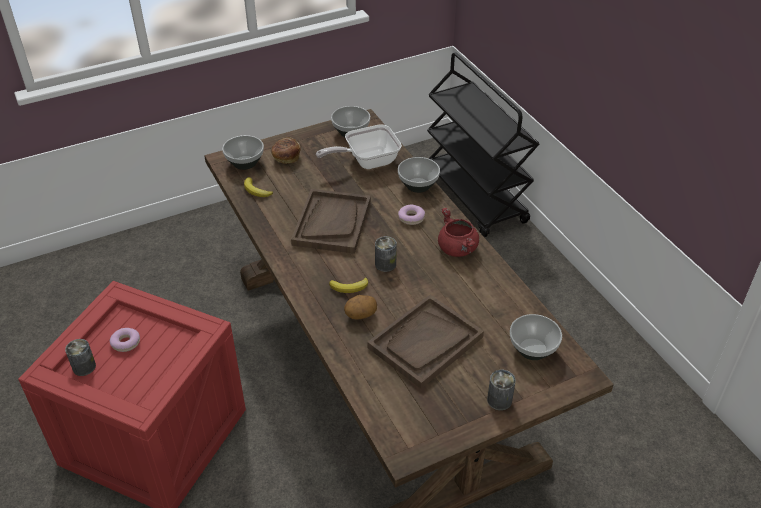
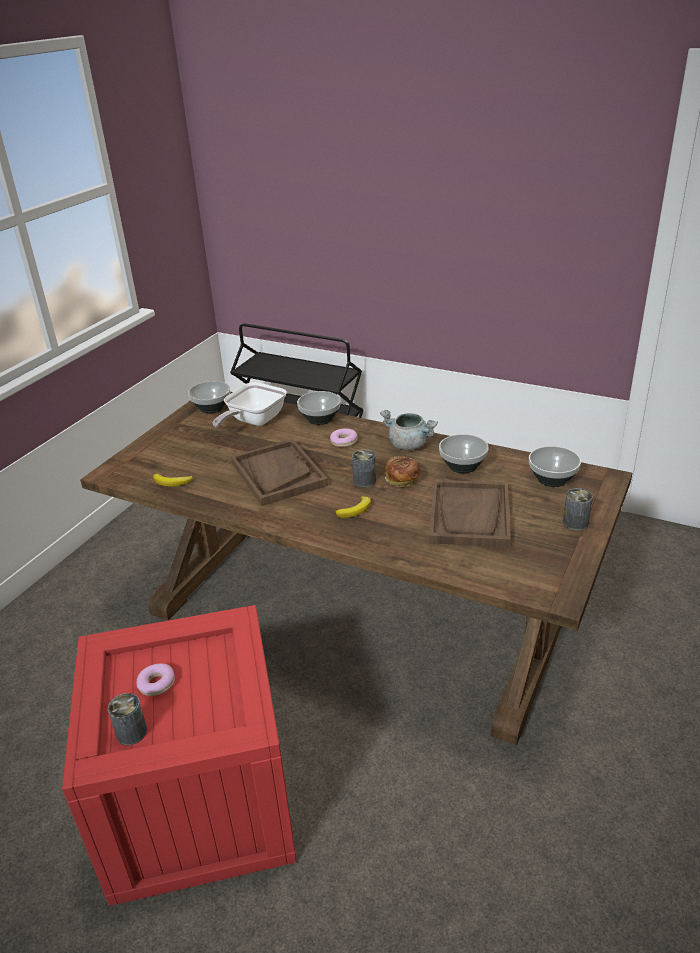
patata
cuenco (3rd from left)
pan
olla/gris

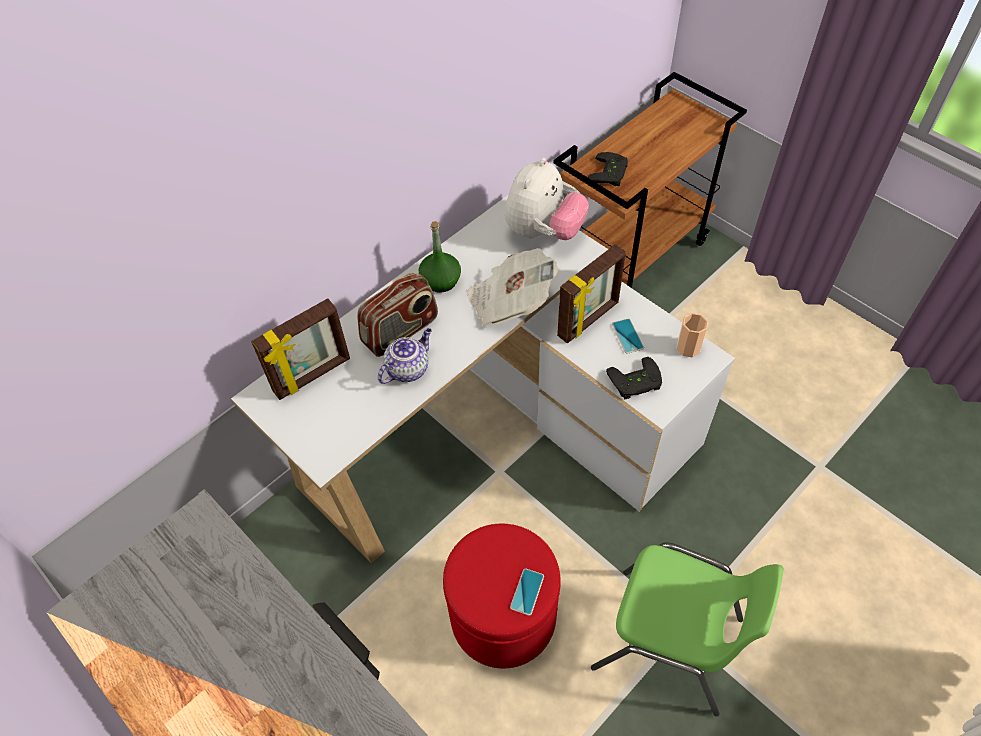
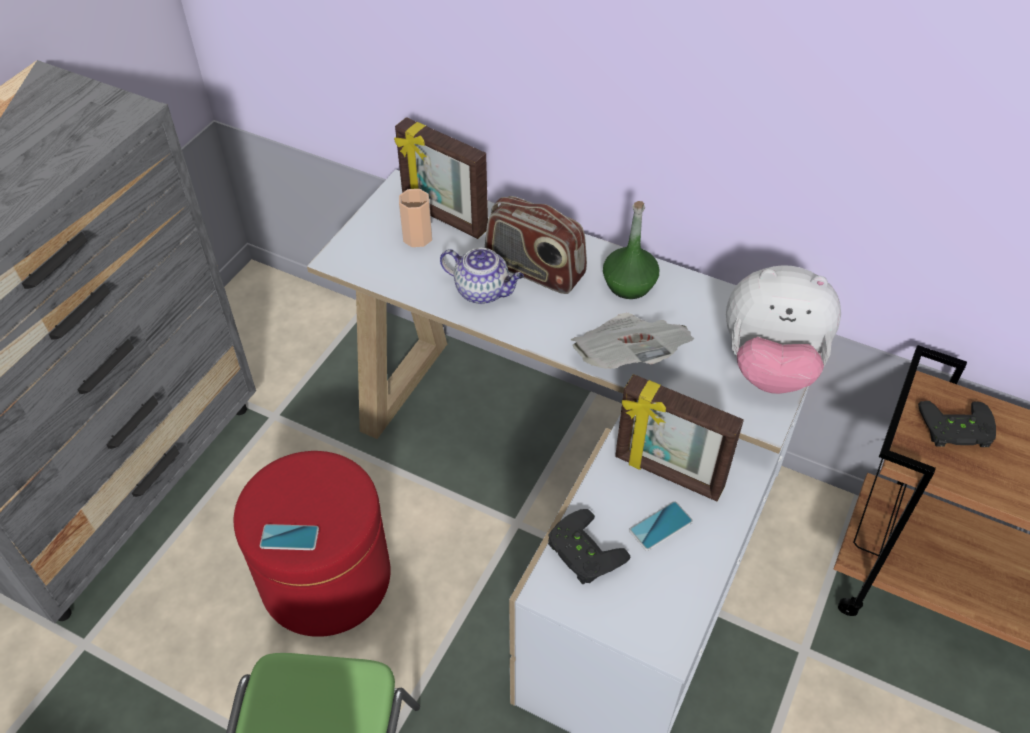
taza

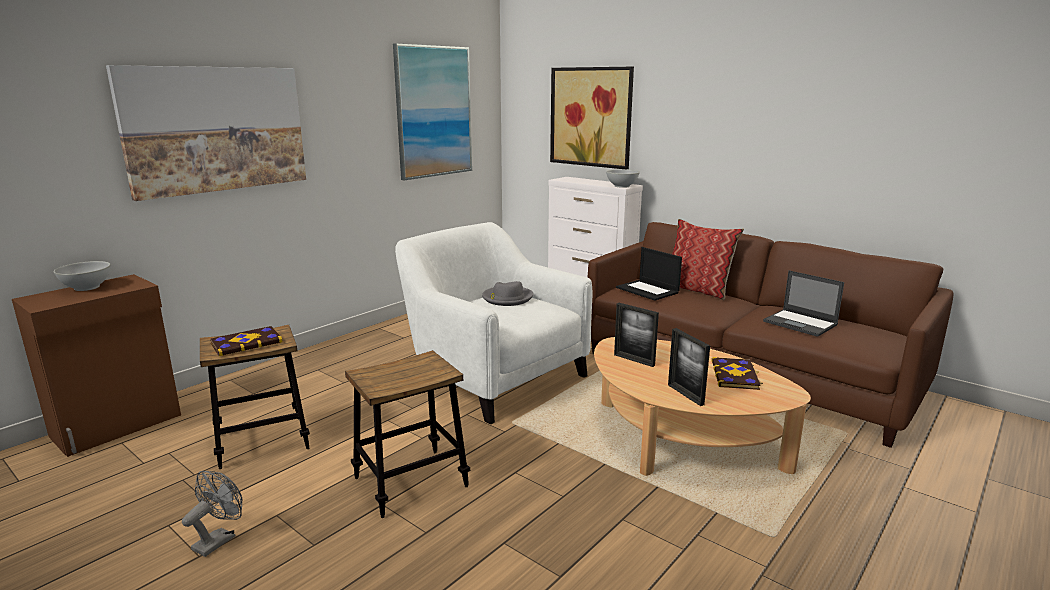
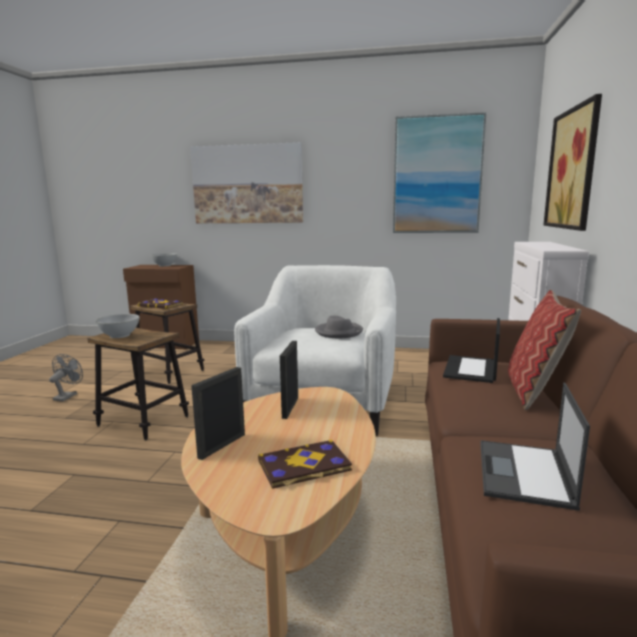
cuenco/blanco (1st from left)
ventilador/gris

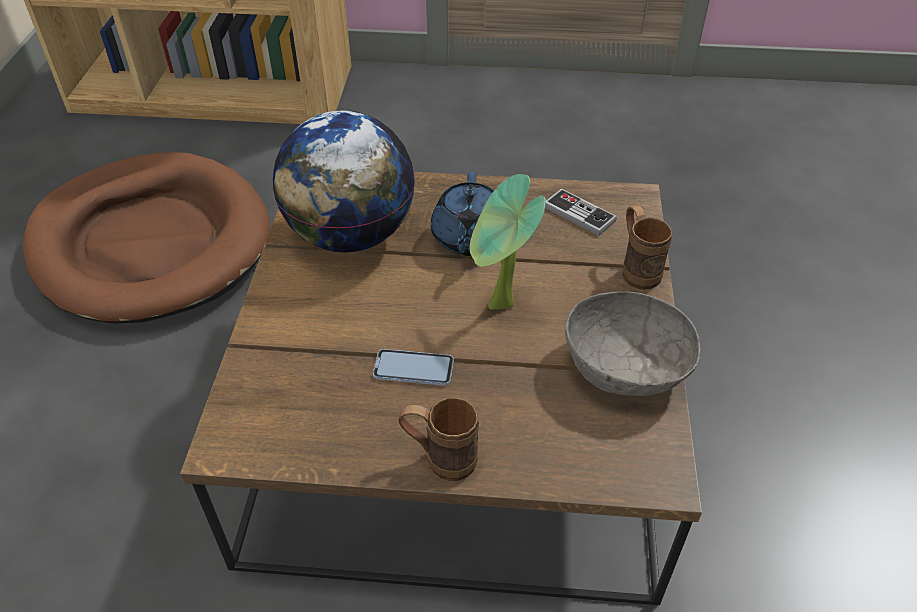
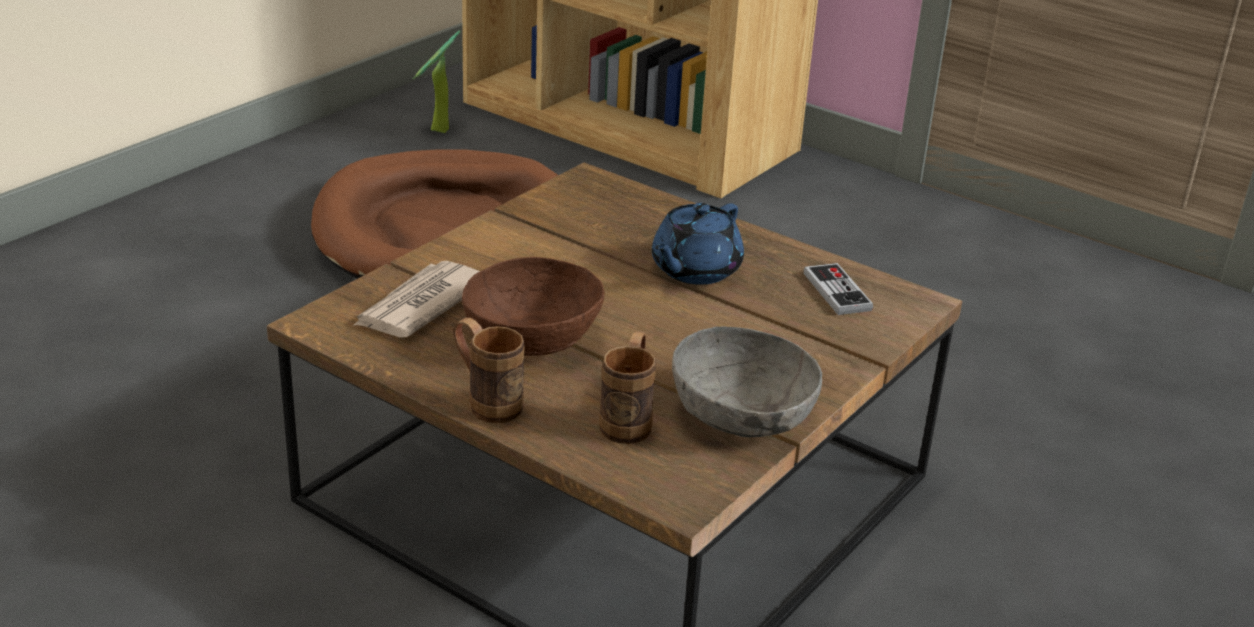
globo terráqueo
periódico
planta en maceta
taza grande/marrón (2nd from left)
cuenco/marrón

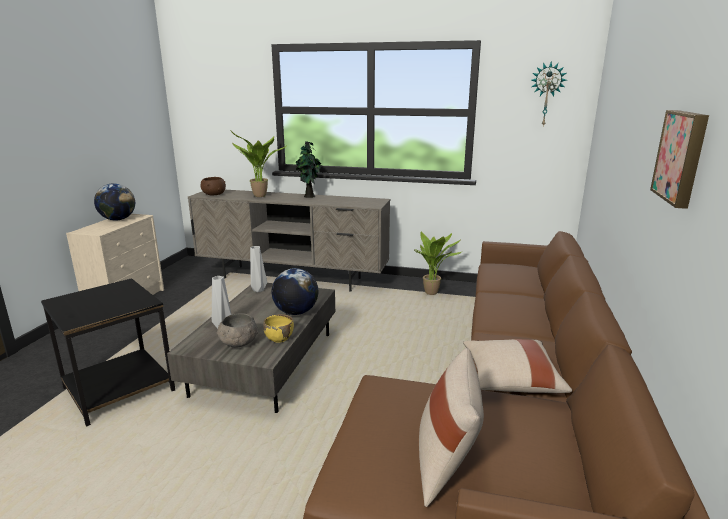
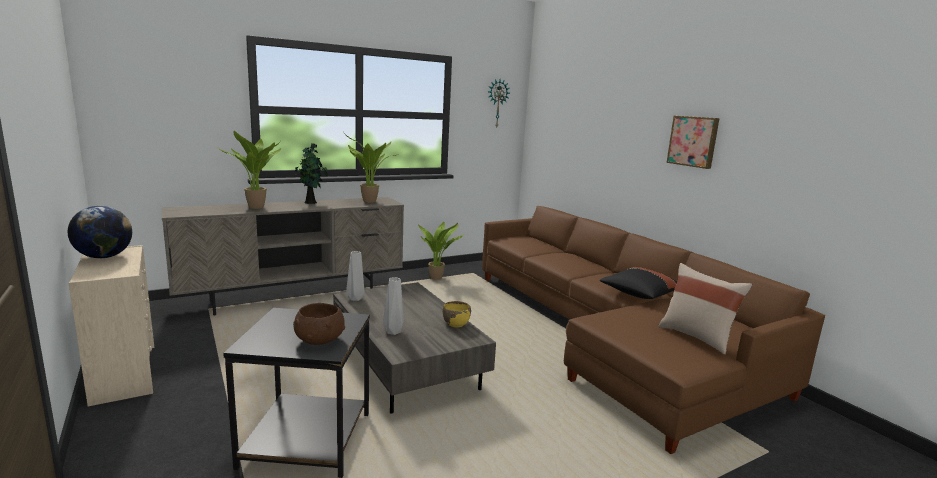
cuenco/gris
globo terráqueo (2nd from left in the first image)
planta en maceta (3rd from left)
cuenco/marrón
cojín/negro

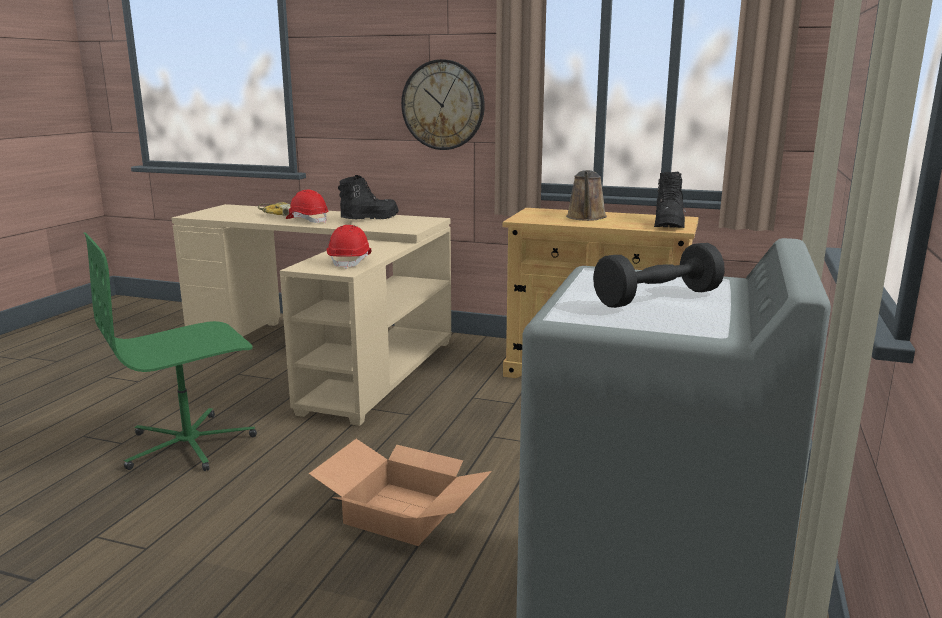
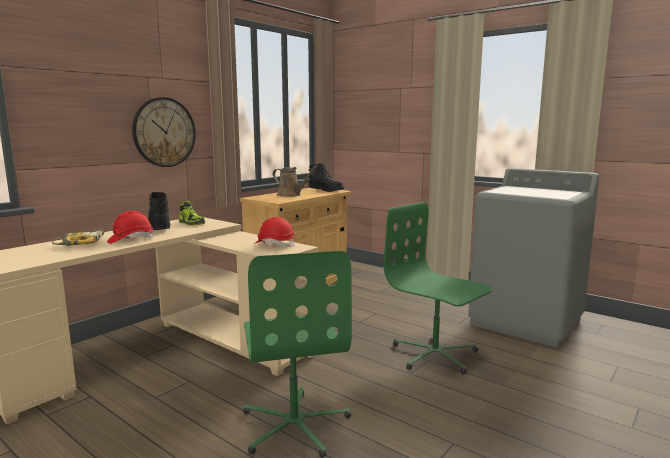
mancuerna/negro
zapato
silla de oficina/verde (2nd from left)

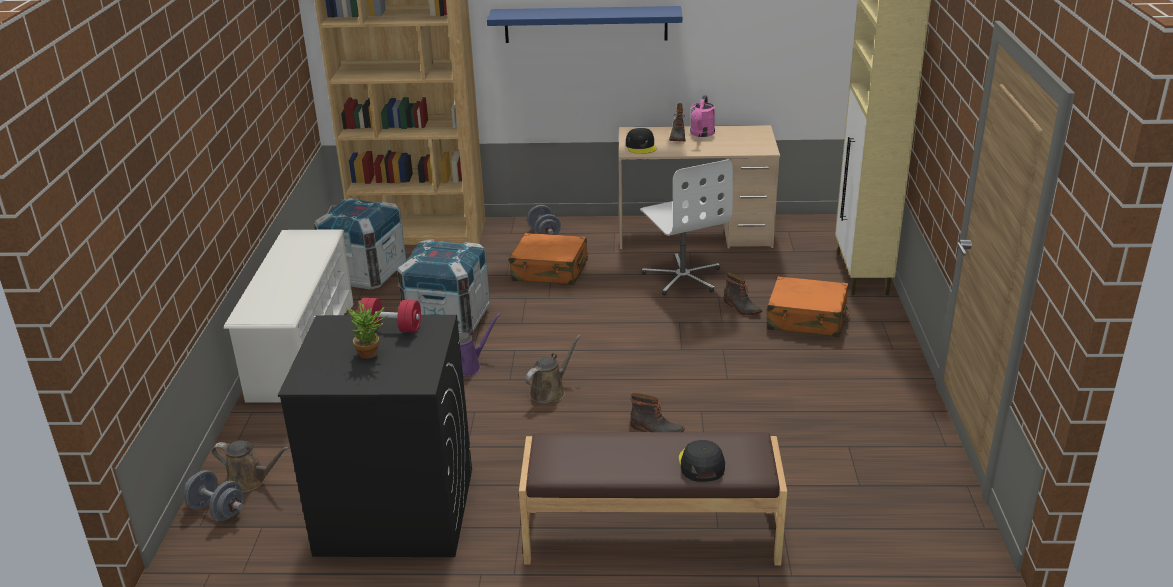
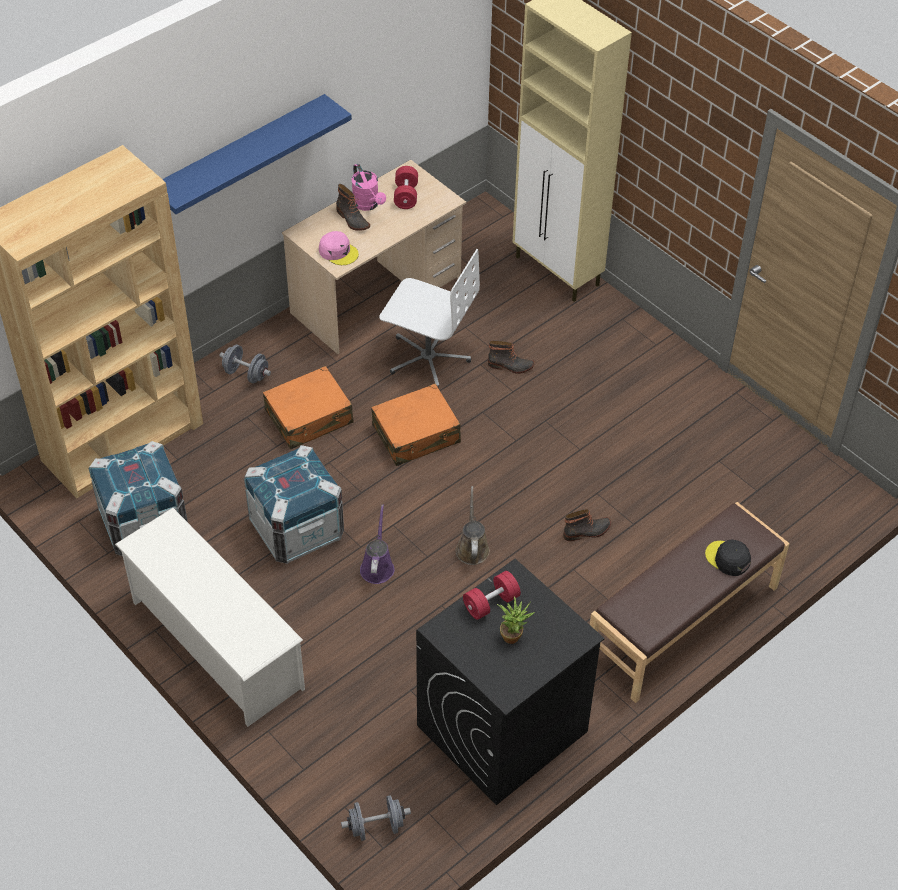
regadera/marrón (1st from left in the first image)
mancuerna/rojo (1st from left)
maleta/naranja (2nd from left)
gorra/rosa

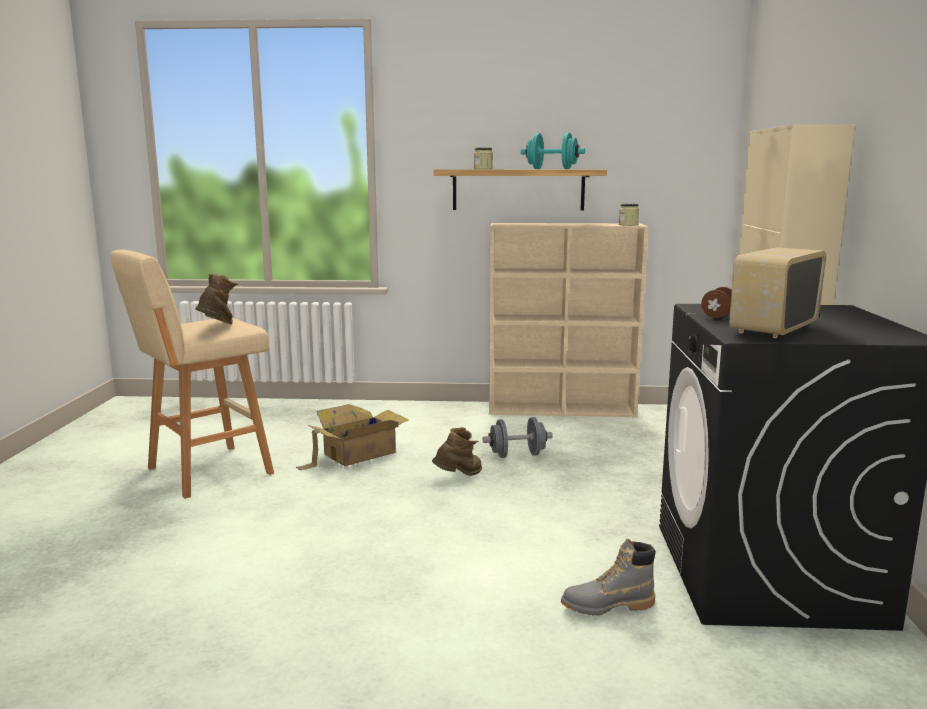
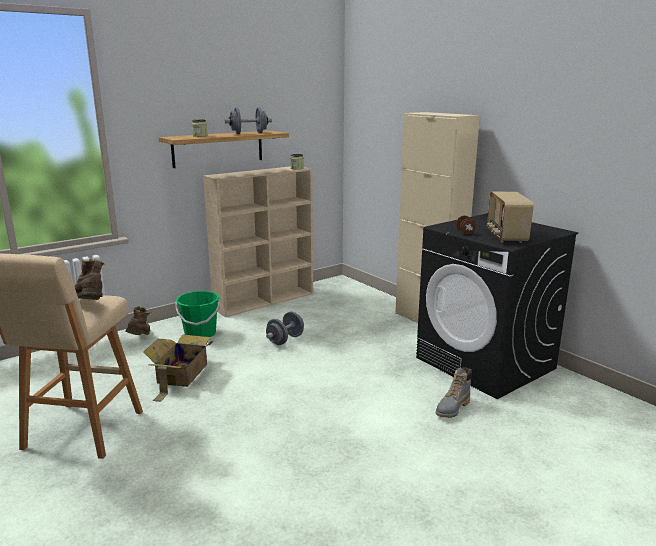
cubo/verde
bota/marrón (2nd from left)
mancuerna/gris (1st from left)

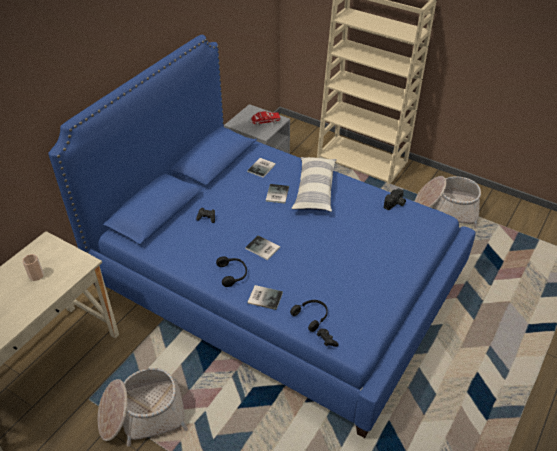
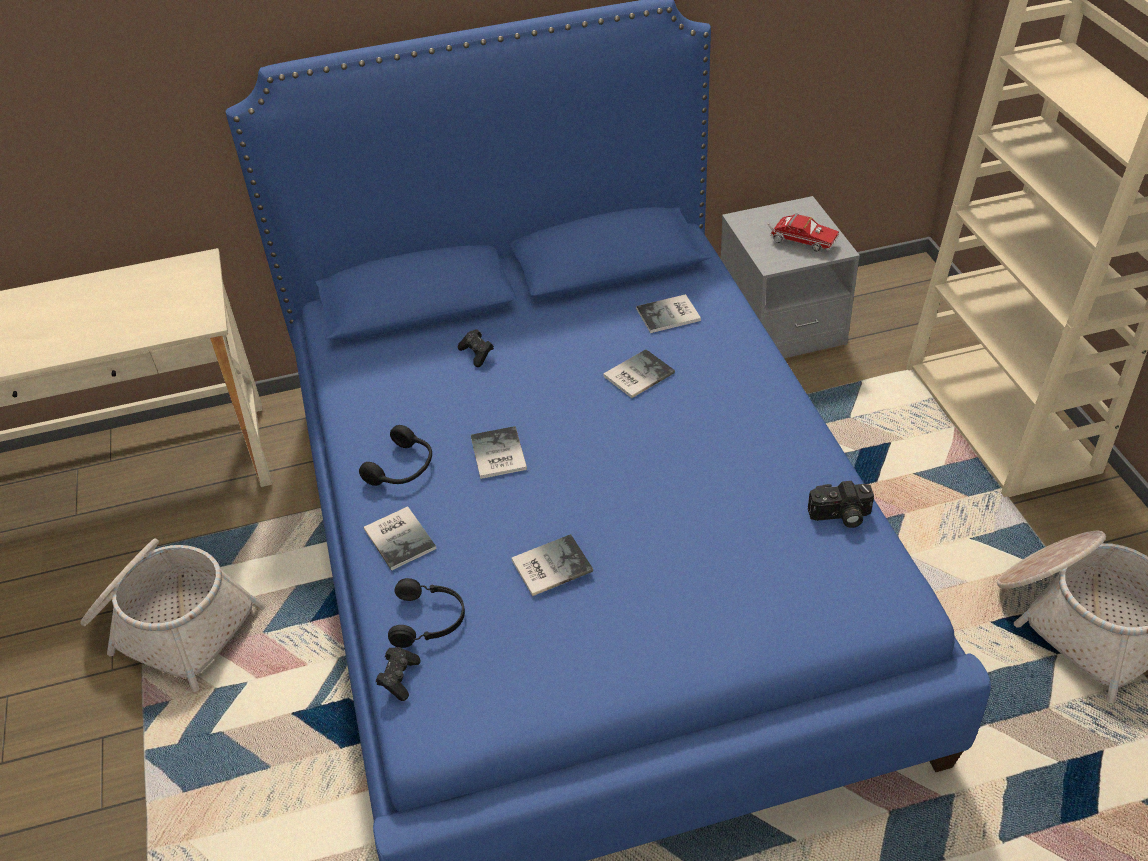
taza
cojín
libro (3rd from left)

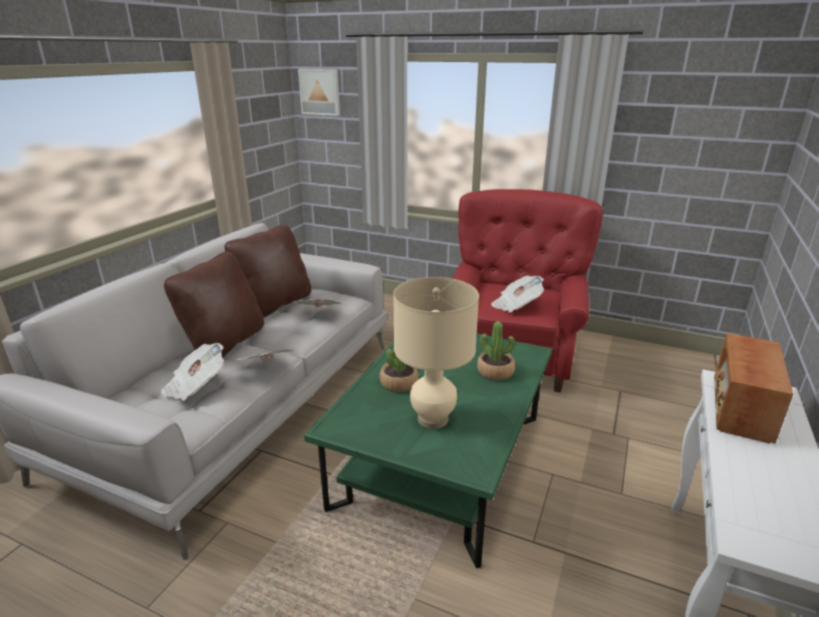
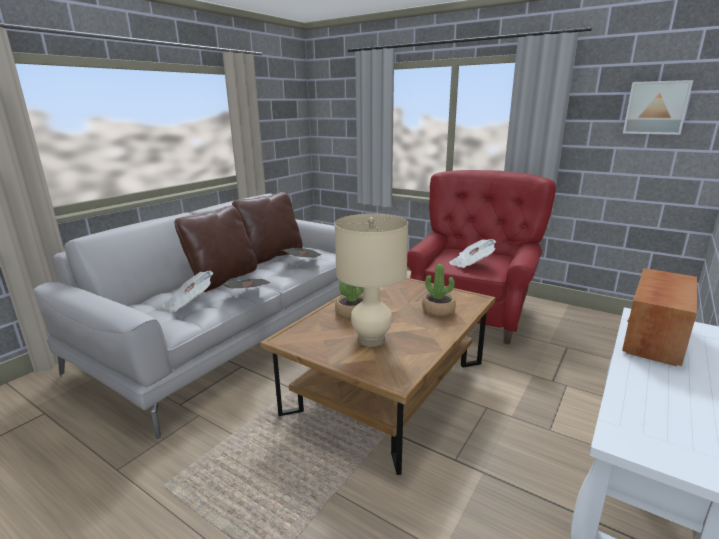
cuadro
mesa de centro/marrón

